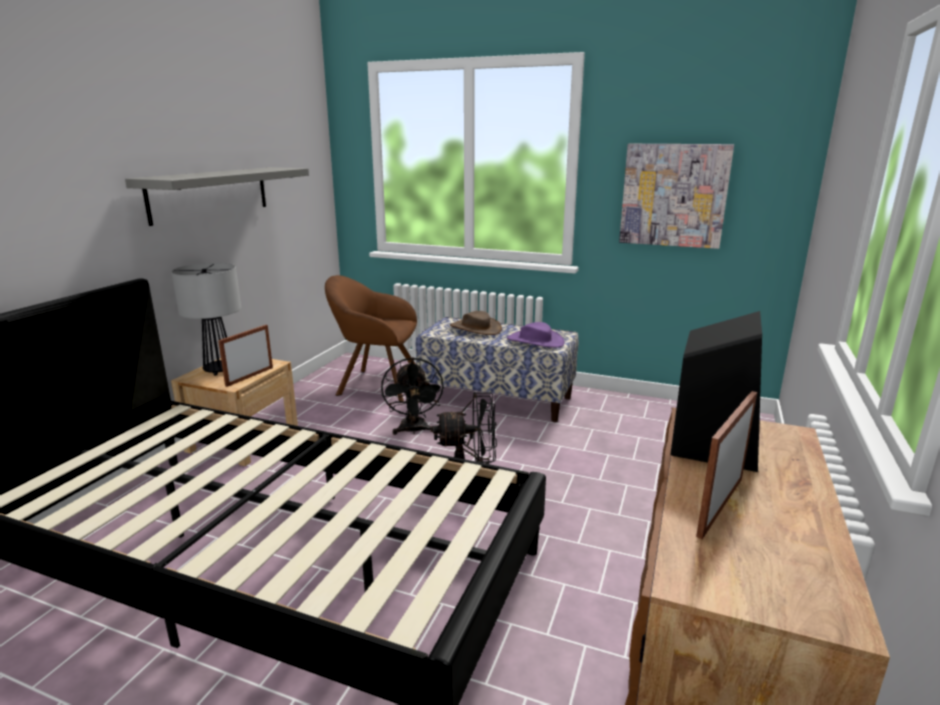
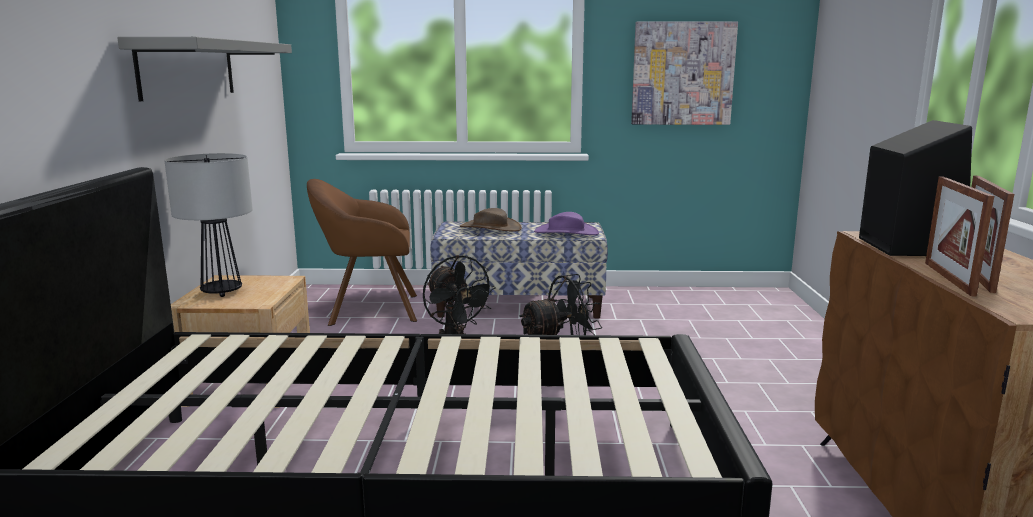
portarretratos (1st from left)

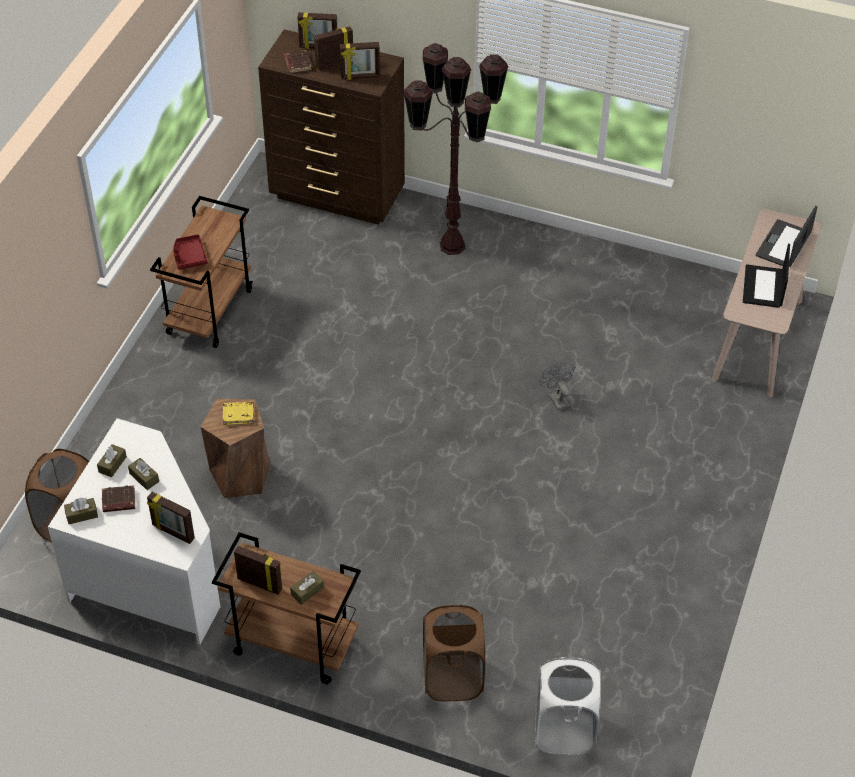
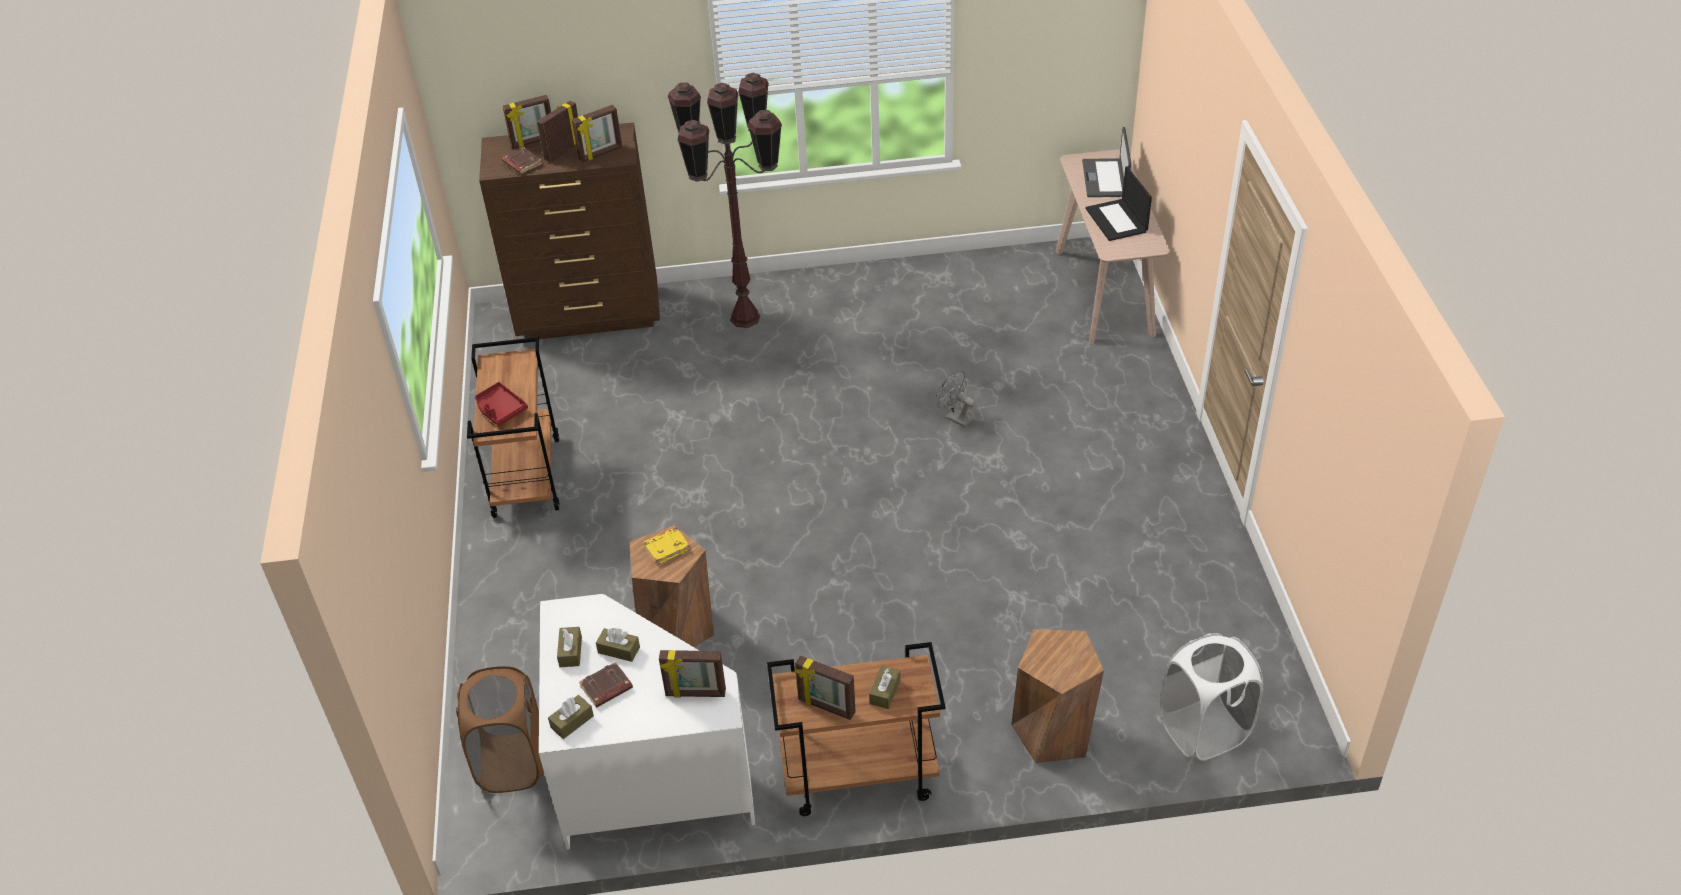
taburete/marrón (2nd from left)
portarretratos (5th from left)

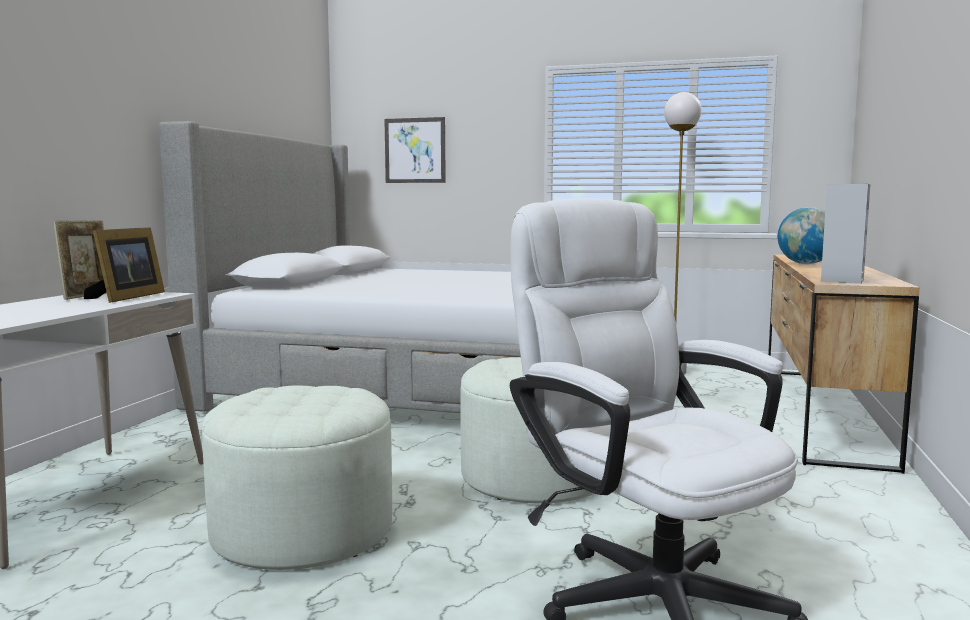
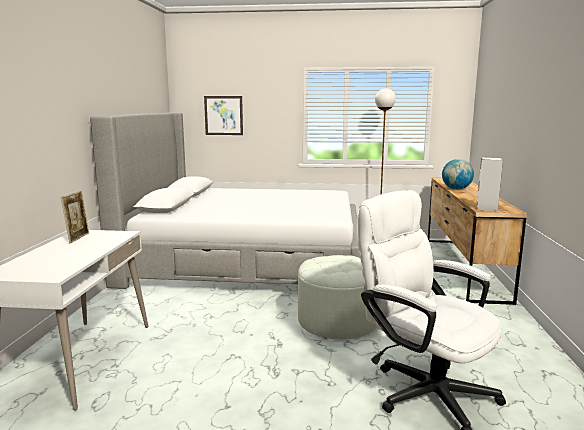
portarretratos (2nd from left in the first image)
puf/blanco (1st from left in the first image)

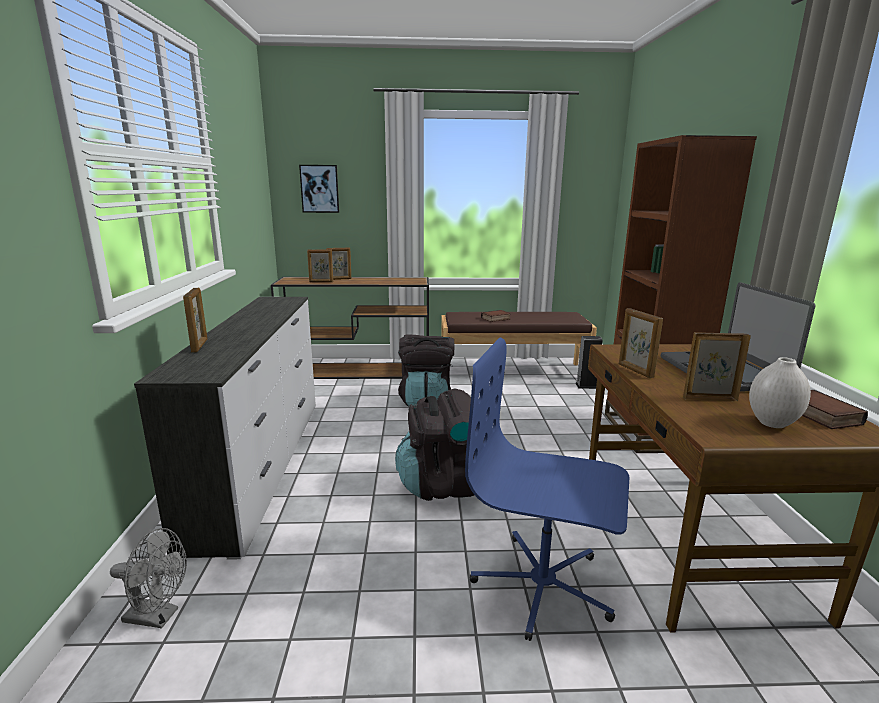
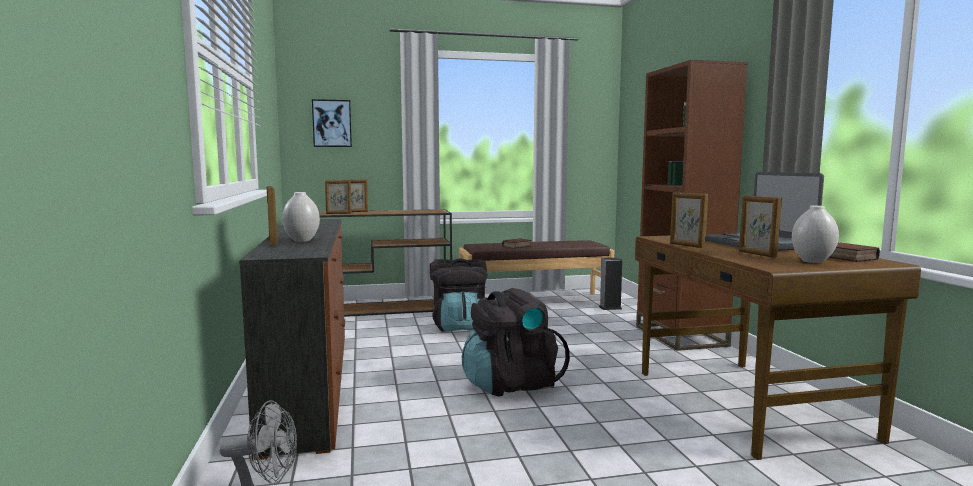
silla de oficina/azul
florero/blanco (1st from left)
cómoda/marrón
portarretratos (5th from left)

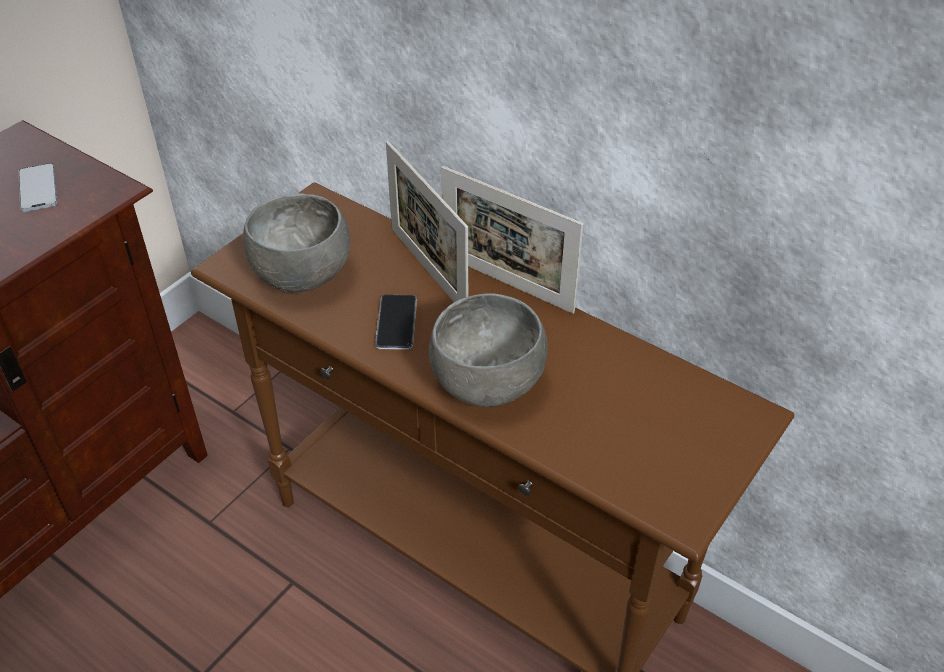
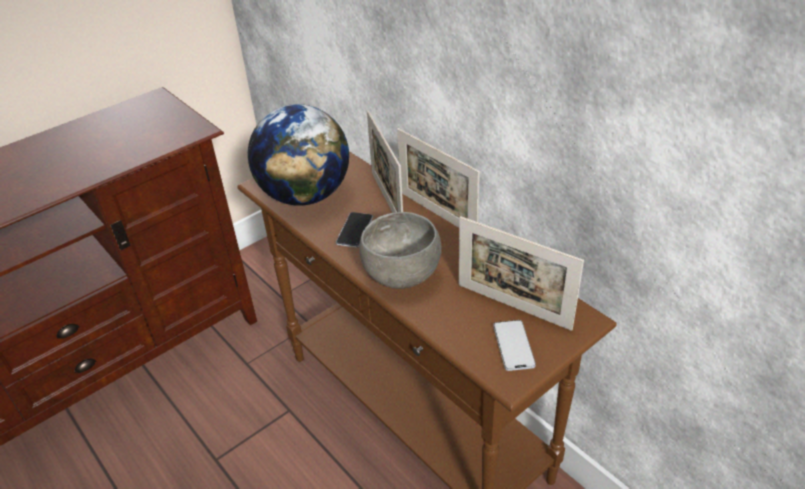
portarretratos (3rd from left)
móvil (2nd from left)
globo terráqueo

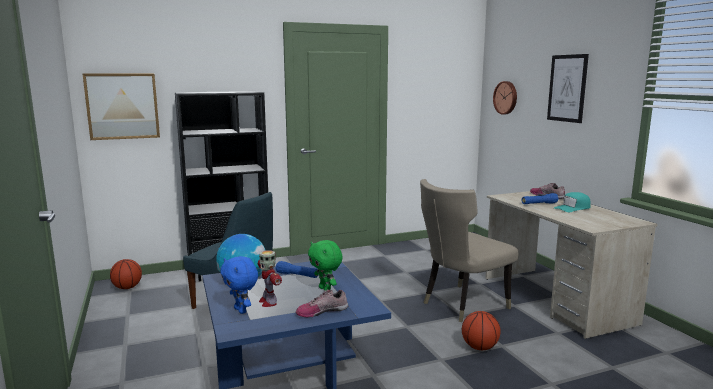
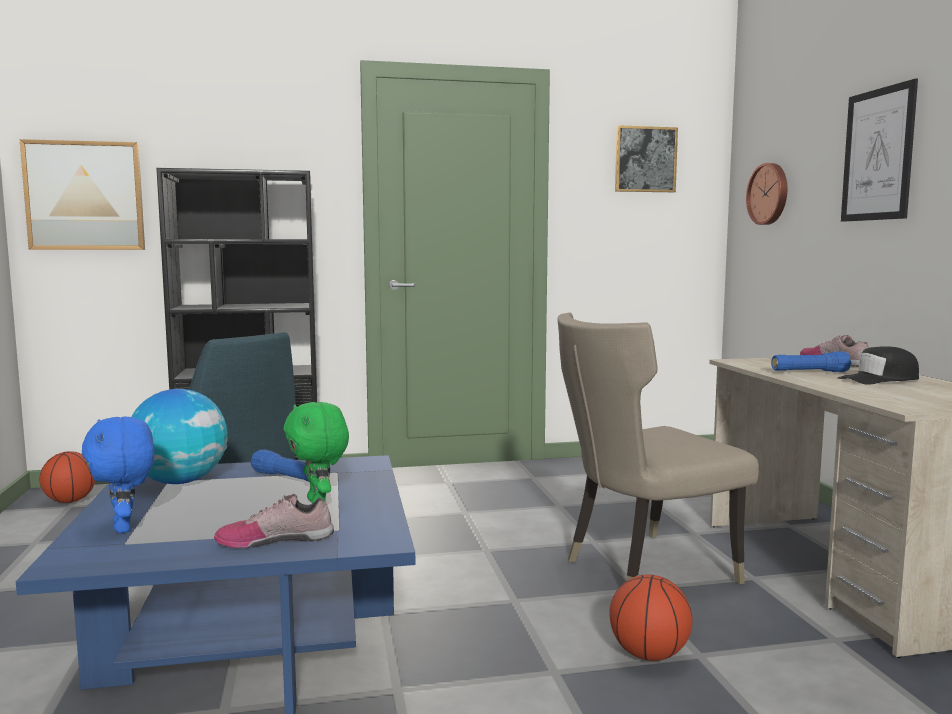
robot de juguete
cuadro (2nd from left)
gorra/negro

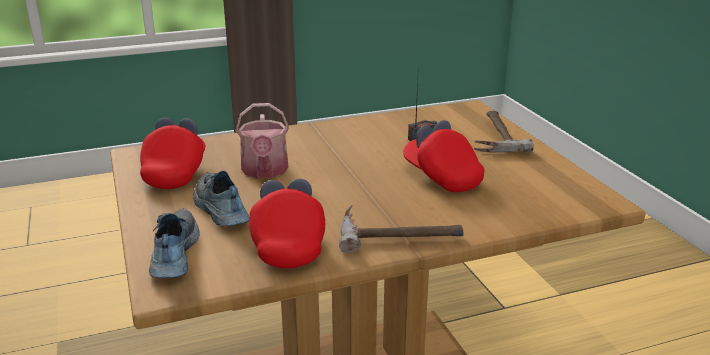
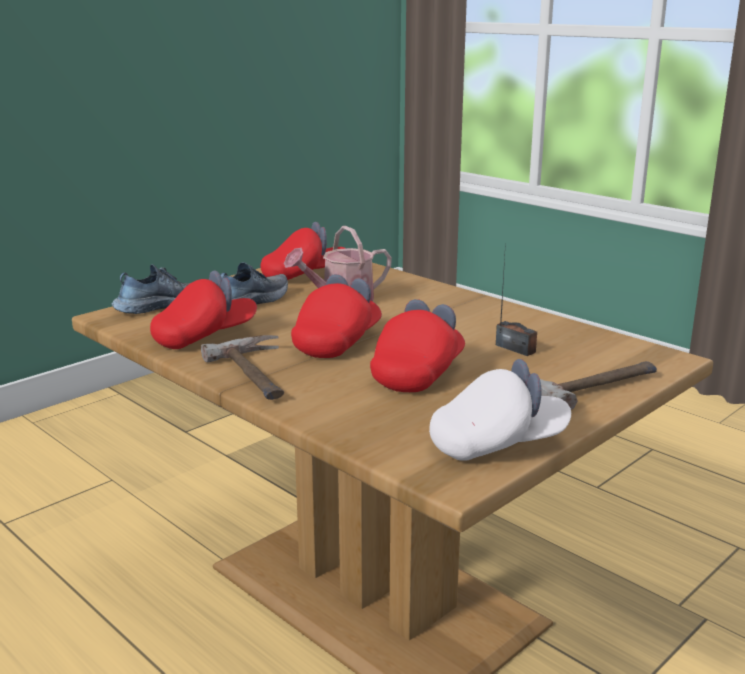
gorra/rojo (3rd from left)
gorra/blanco

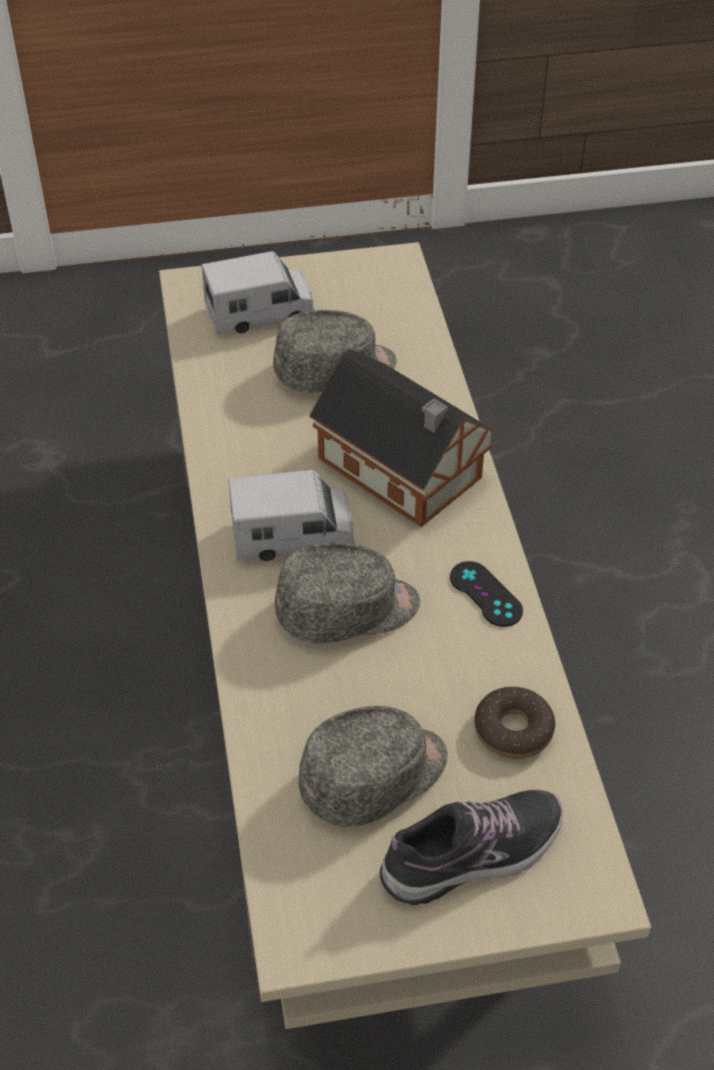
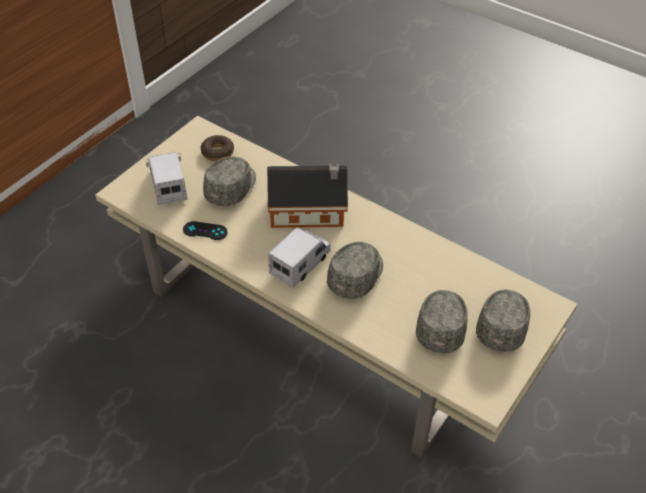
mando de consola/negro
rosquilla
gorra/gris (4th from left)
camión de juguete (1st from left)

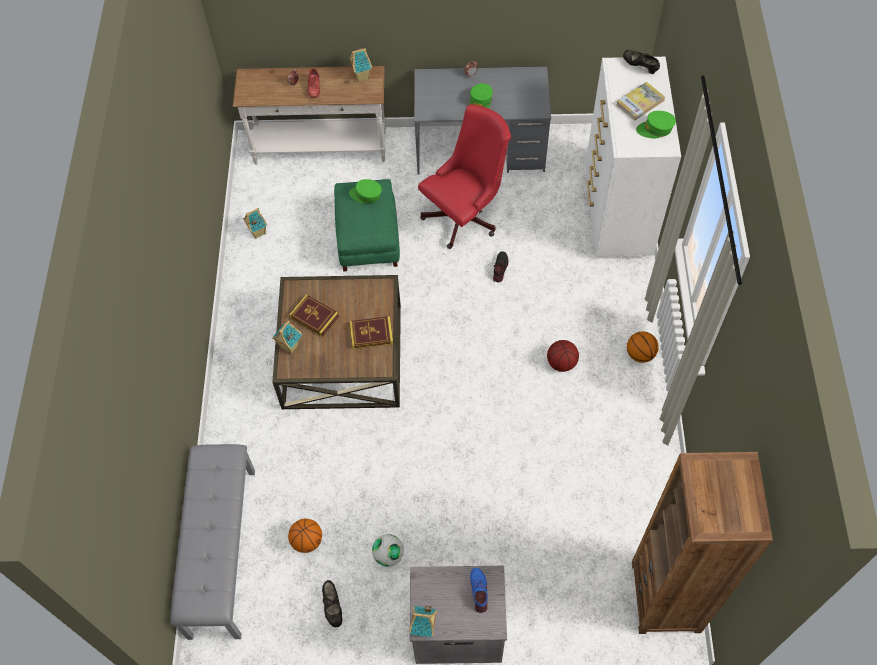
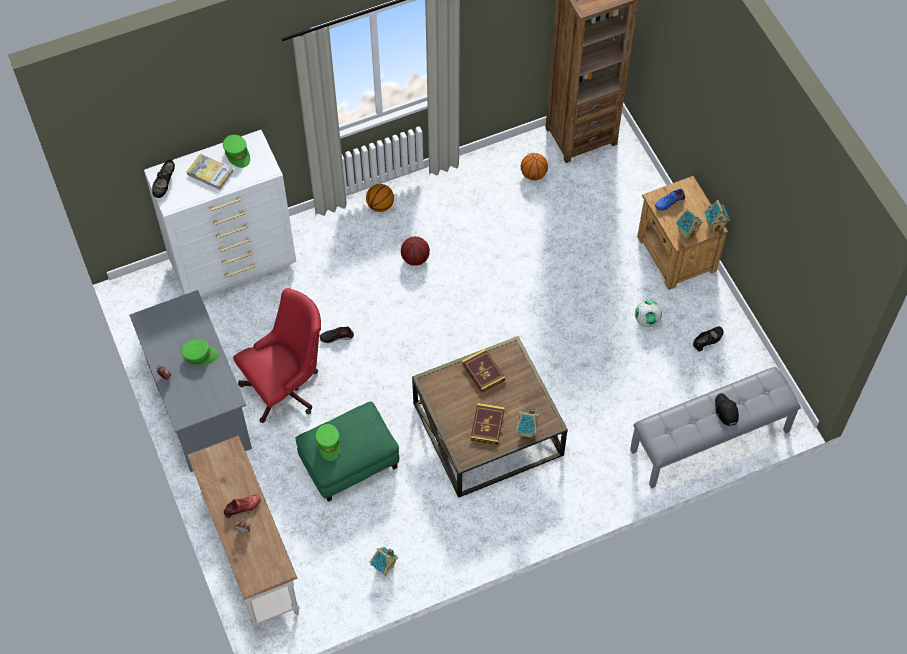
gorra/negro
balón de baloncesto (3rd from left)
casita (3rd from left)
mesita de noche/marrón
silla de oficina/rojo

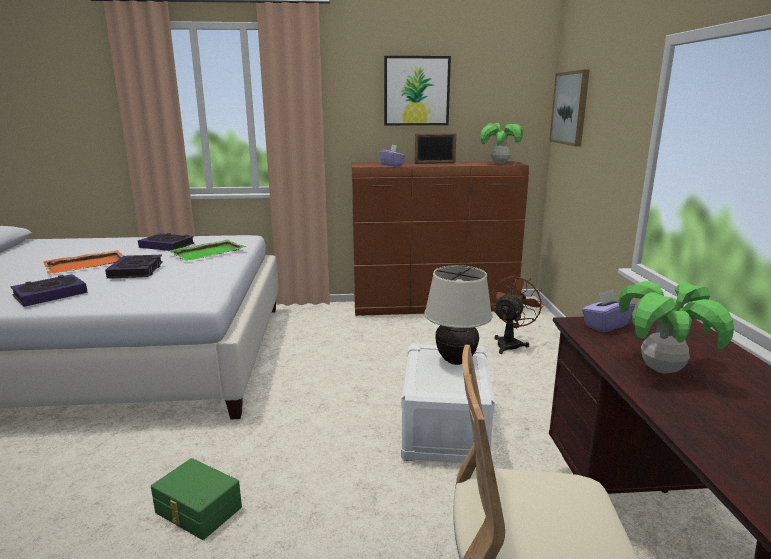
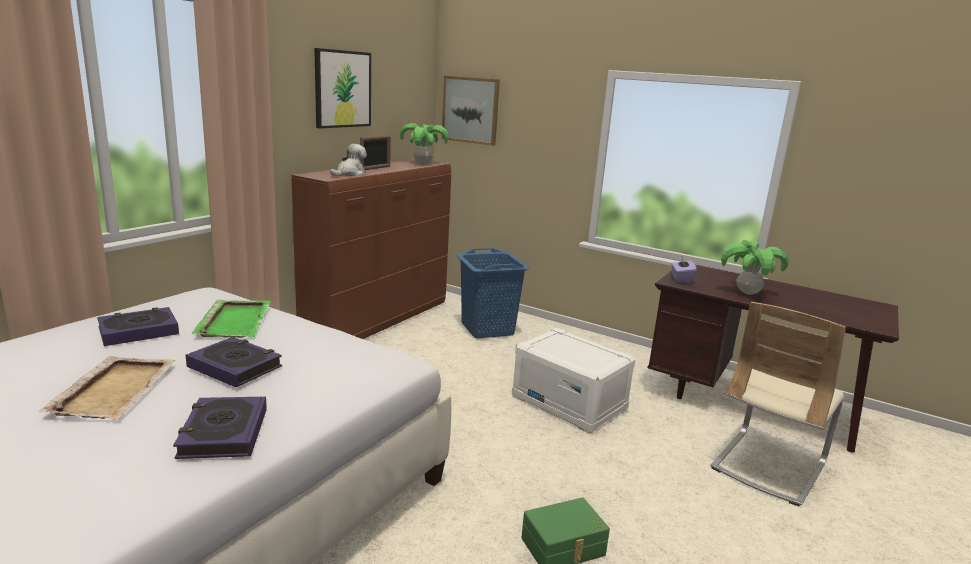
lámpara de mesa/beis
peluche
cesto de la ropa/azul
bandeja/beis

